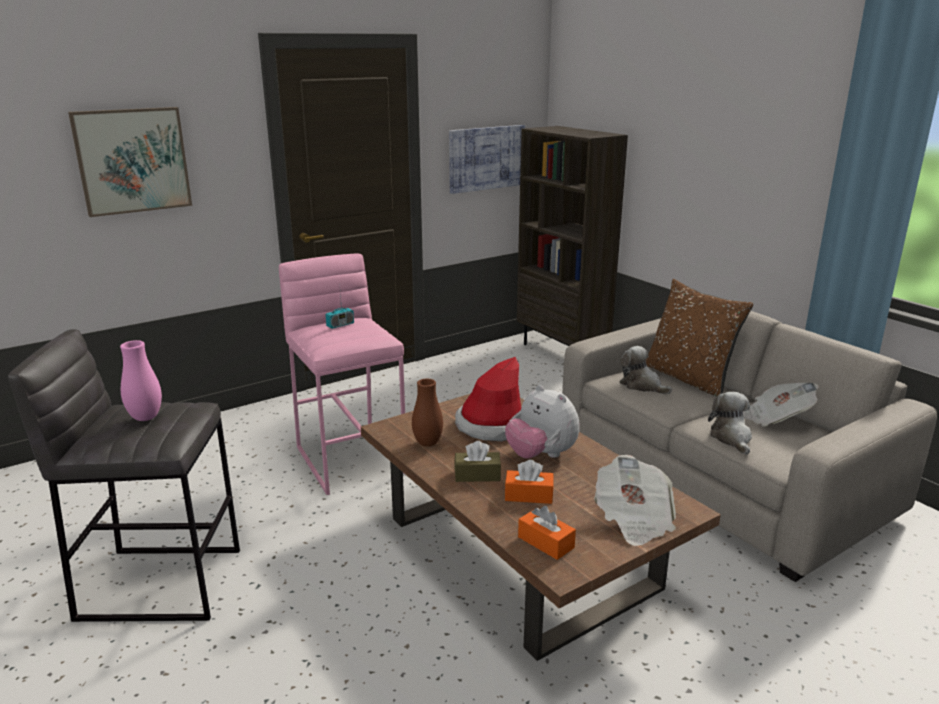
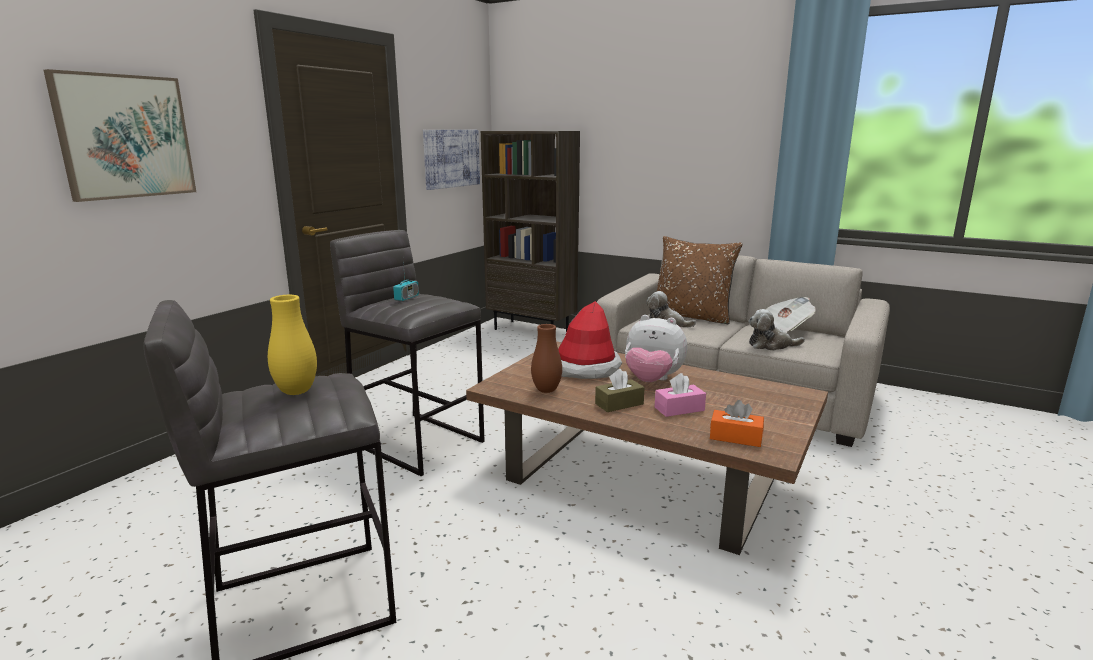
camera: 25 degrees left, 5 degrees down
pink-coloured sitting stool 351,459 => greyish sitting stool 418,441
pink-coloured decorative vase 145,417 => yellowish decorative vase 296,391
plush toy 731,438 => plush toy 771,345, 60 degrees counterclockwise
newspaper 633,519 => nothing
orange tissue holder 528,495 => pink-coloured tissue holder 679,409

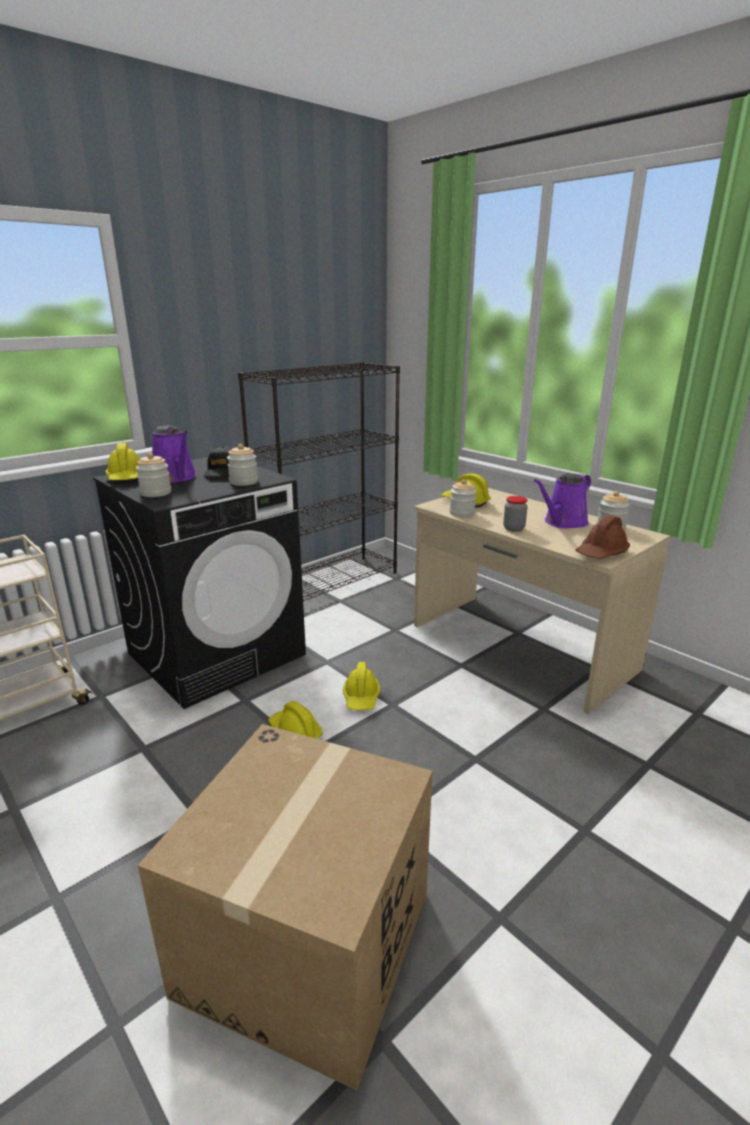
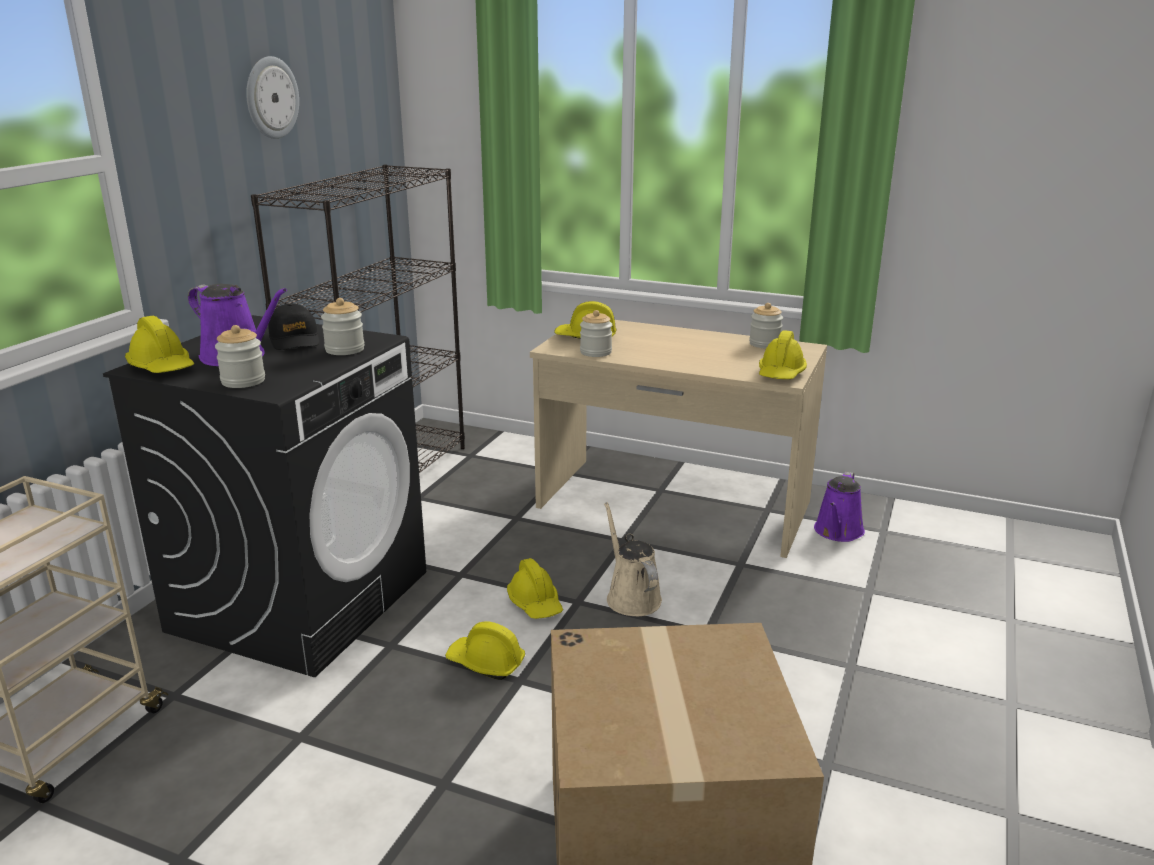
camera: 25 degrees left, 0 degrees up
purplish watering pot 563,523 => purplish watering pot 838,532, move
jar 513,528 => nothing
brownish hard hat 601,553 => yellowish hard hat 781,374
nothing => wall clock 271,98
nothing => sand-coloured watering pot 631,597

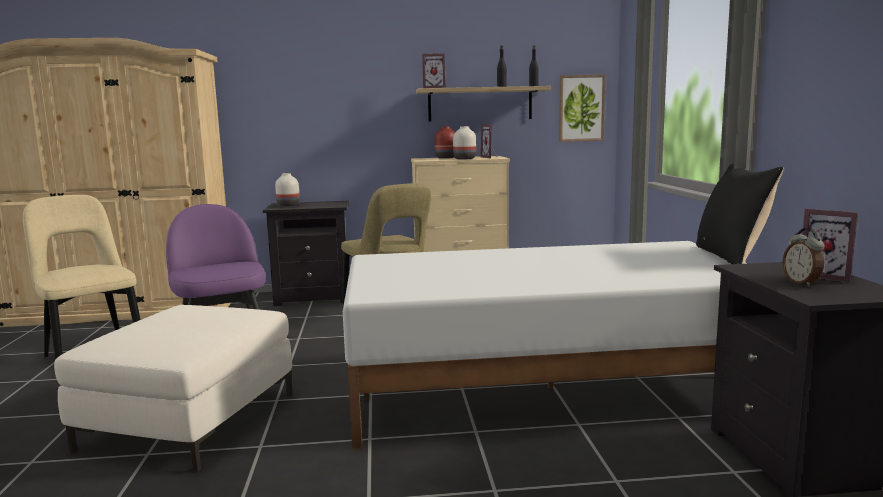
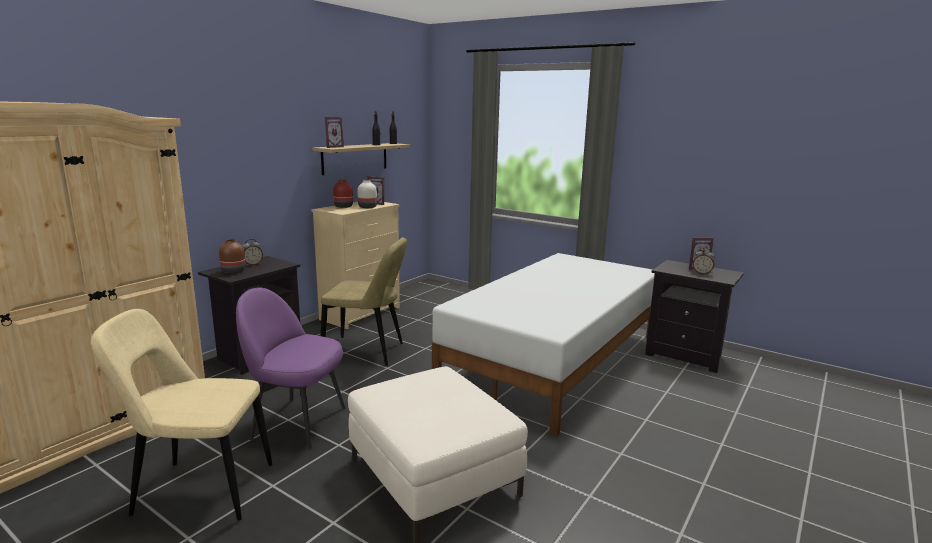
camera: 50 degrees left, 5 degrees up
picture 581,108 => nothing
black cushion 732,257 => nothing
white decorative vase 288,205 => brownish decorative vase 233,271
nothing => table clock 253,264

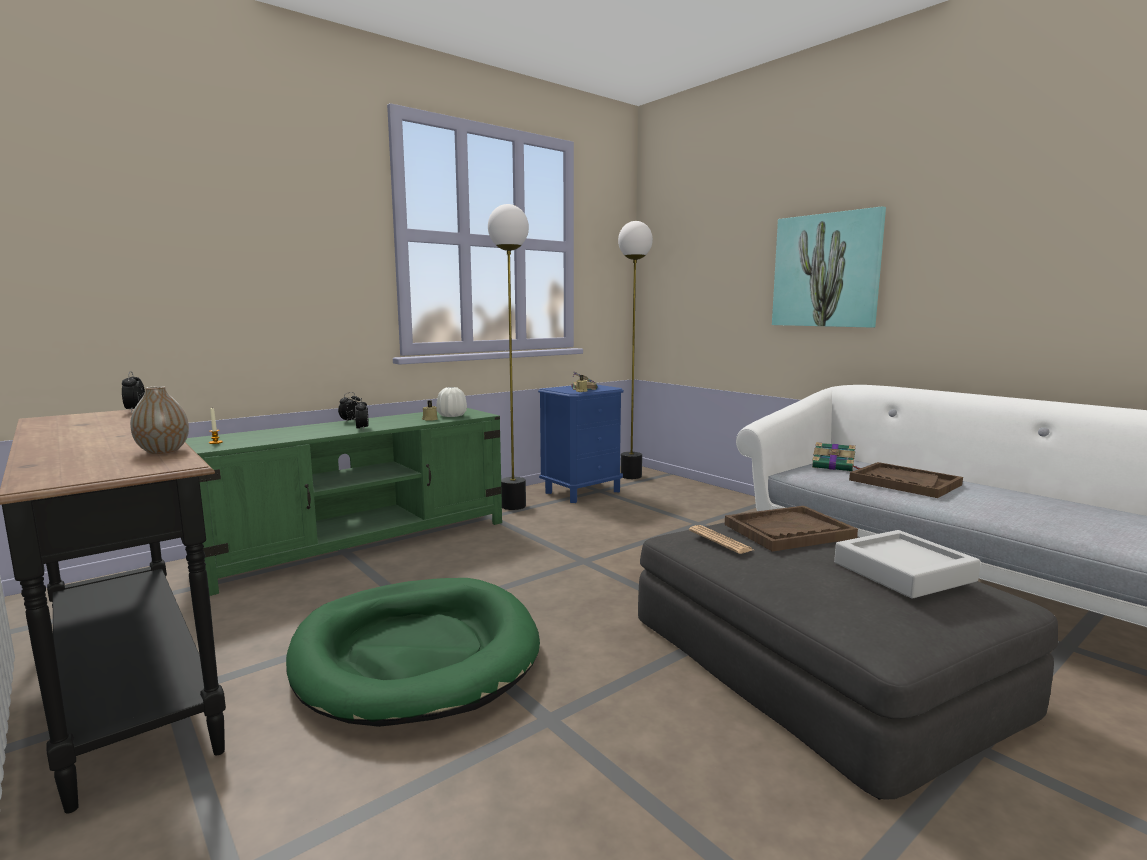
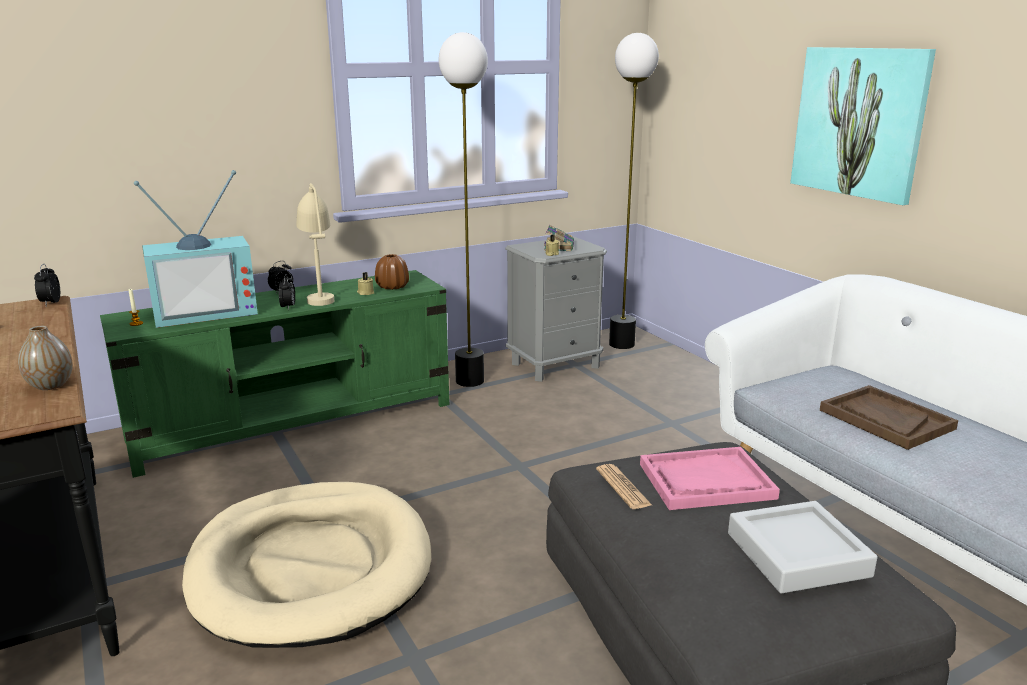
camera: 10 degrees right, 10 degrees up
bluish bedside table 582,492 => greyish bedside table 555,365
white decorative vase 451,416 => brownish decorative vase 392,287
volume 834,466 => nothing
brownish tray 788,531 => pink-coloured tray 706,481
green dog bed 416,654 => sand-coloured dog bed 311,568
nothing => TV set 206,312
nothing => sand-coloured lamp for a table 319,293

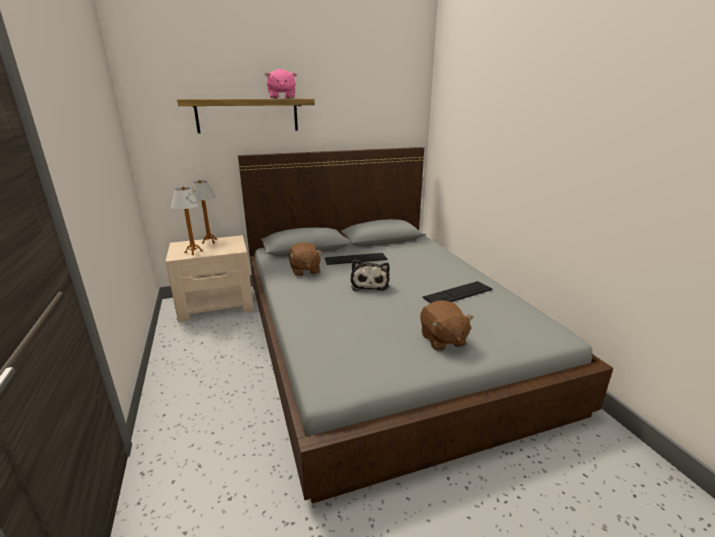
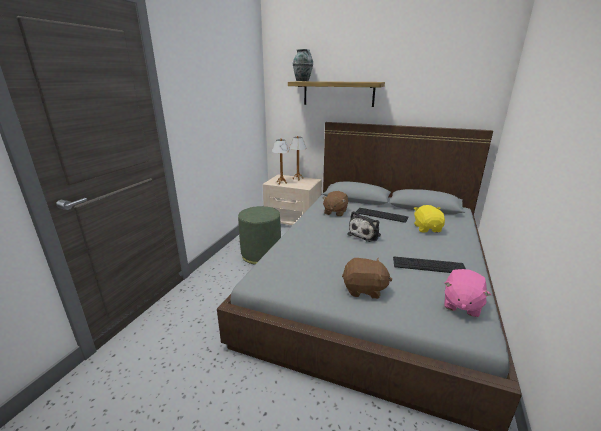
camera: 40 degrees right, 0 degrees up
pink-coloured plush toy 281,98 => pink-coloured plush toy 461,304, move
brownish plush toy 442,340 => brownish plush toy 364,289, 105 degrees counterclockwise
nothing => decorative vase 303,81
nothing => yellowish plush toy 427,228
nothing => green footrest 261,254

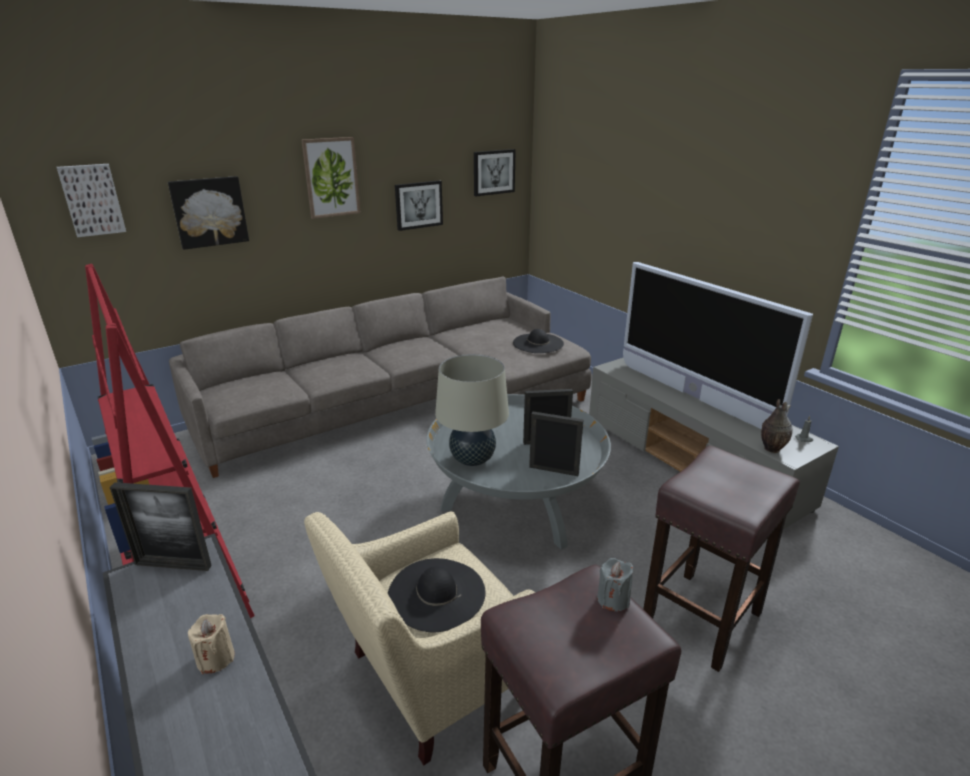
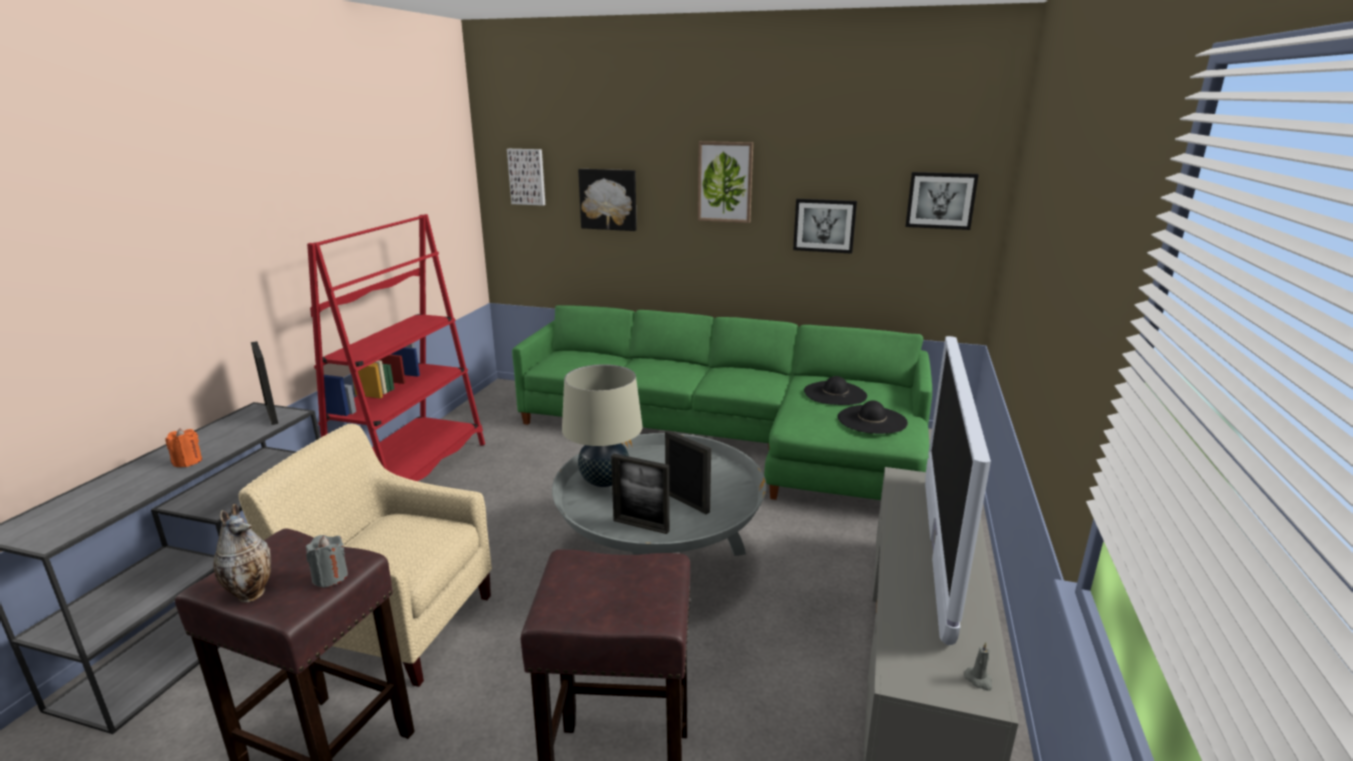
camera: 50 degrees right, 5 degrees down
greyish couch 408,403 => green couch 735,437
decorative vase 770,449 => decorative vase 252,592, move
picture frame 554,470 => picture frame 641,526, 135 degrees clockwise
black wearable hat 436,593 => black wearable hat 835,393, move
sand-coloured wax light 215,658 => orange wax light 187,462

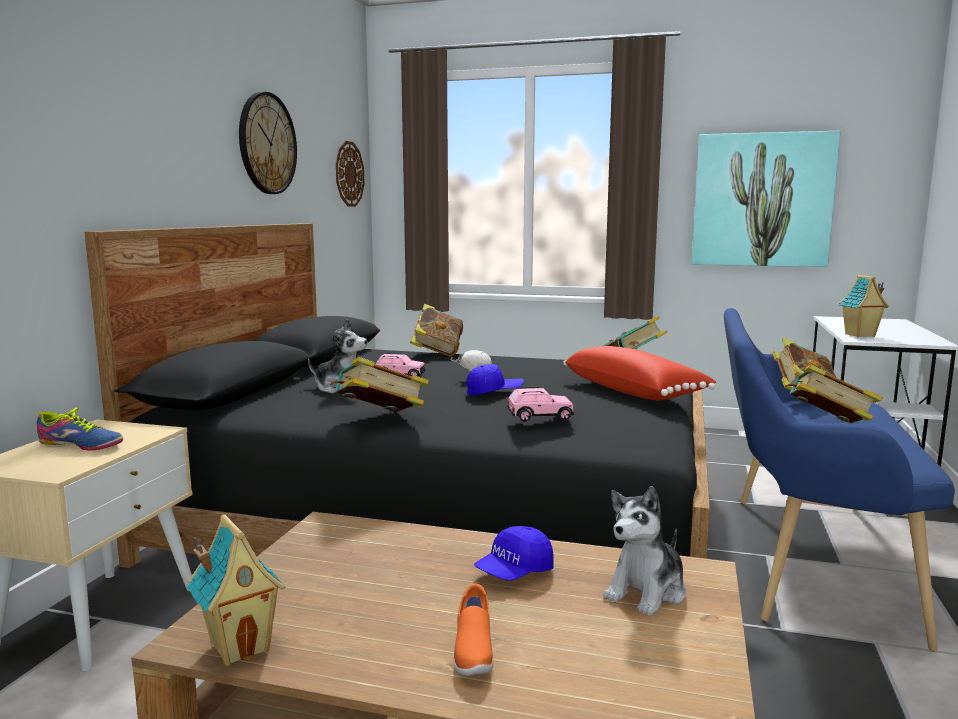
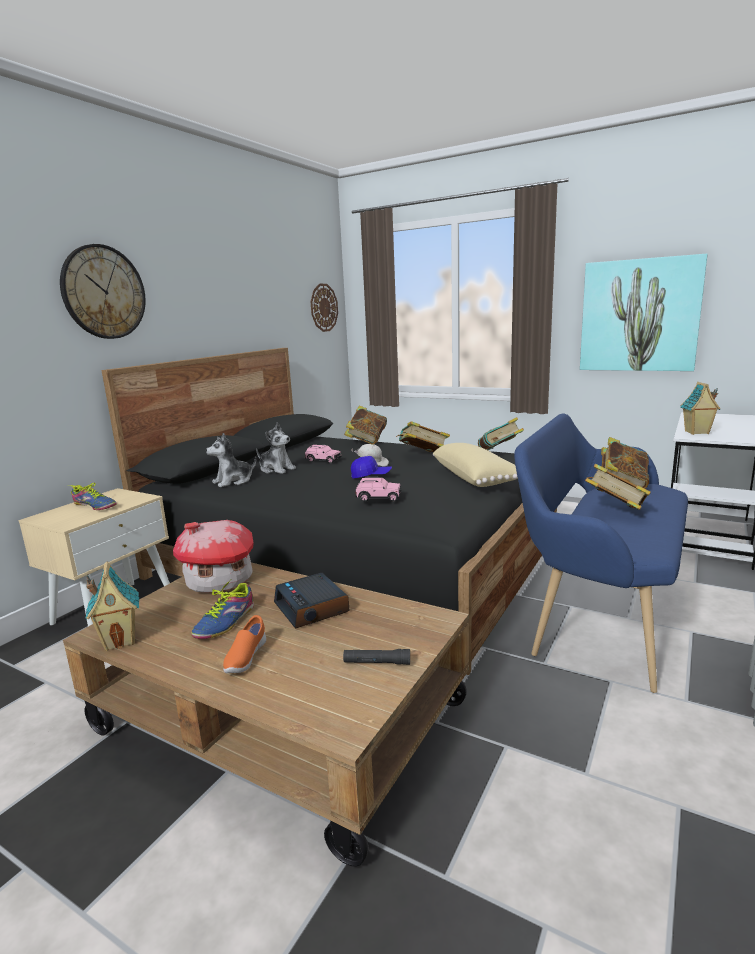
camera: 15 degrees right, 5 degrees up
wall clock 267,143 => wall clock 103,292, move
red cushion 634,392 => sand-coloured cushion 476,478
volume 379,419 => volume 422,456, move
plush toy 647,592 => plush toy 233,481, move
bluish cap 514,572 => table clock 312,608
nothing => model house 219,581
nothing => low shoe 226,622
nothing => black flashlight 376,662

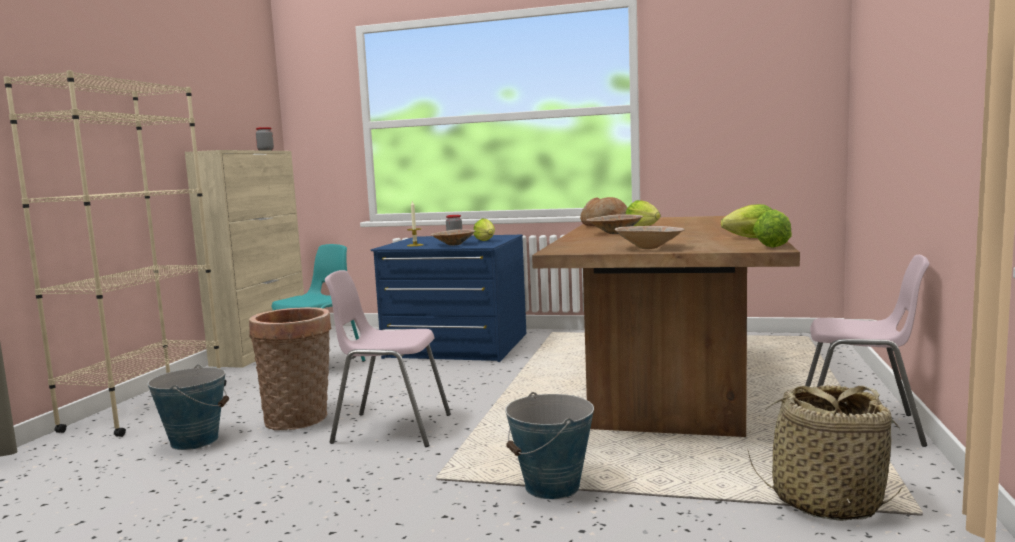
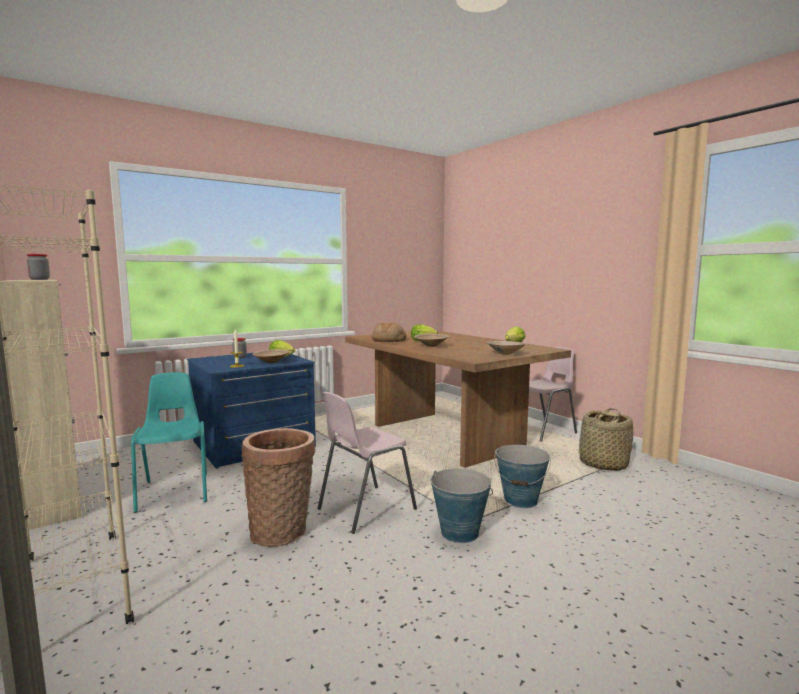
camera: 50 degrees left, 0 degrees up
lettuce head 773,246 => nothing
water bucket 195,441 => water bucket 459,532, move

